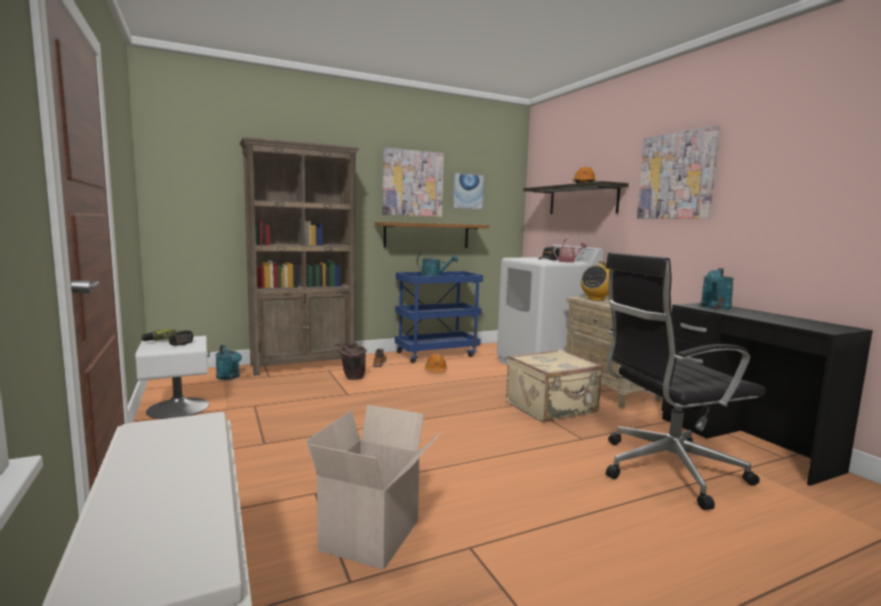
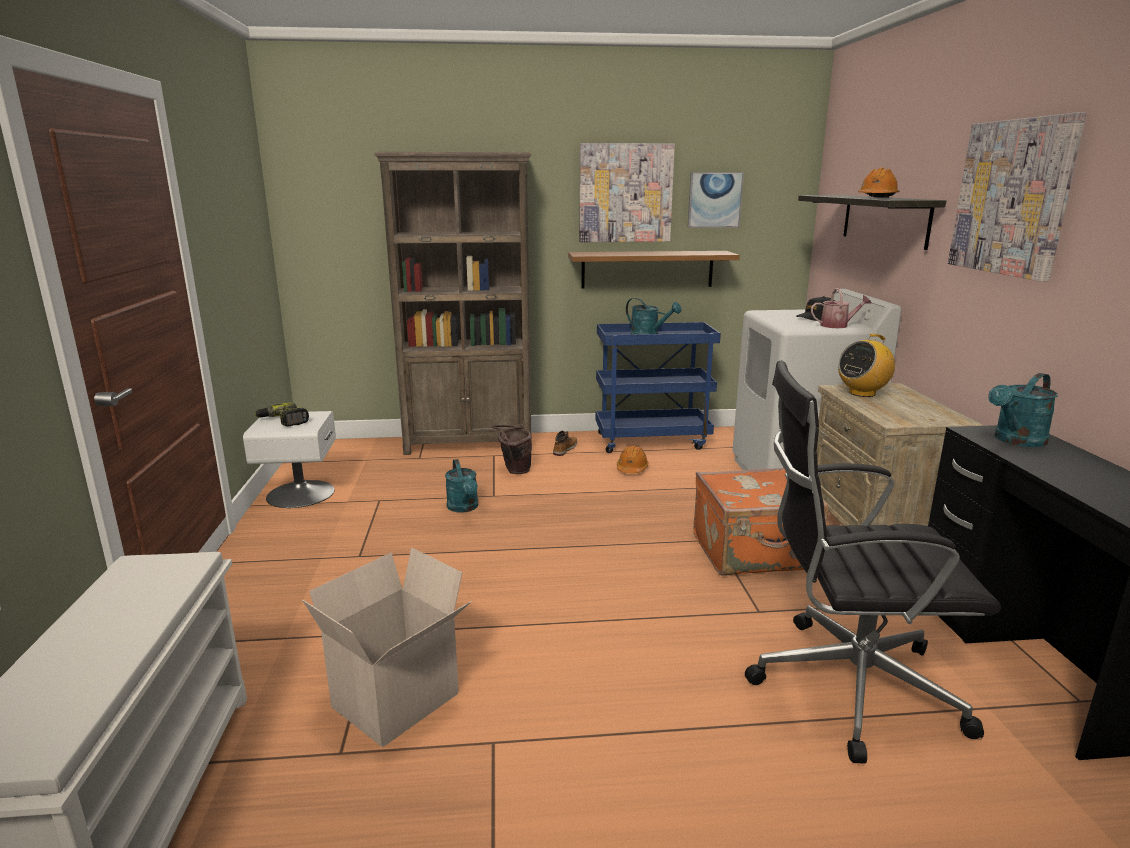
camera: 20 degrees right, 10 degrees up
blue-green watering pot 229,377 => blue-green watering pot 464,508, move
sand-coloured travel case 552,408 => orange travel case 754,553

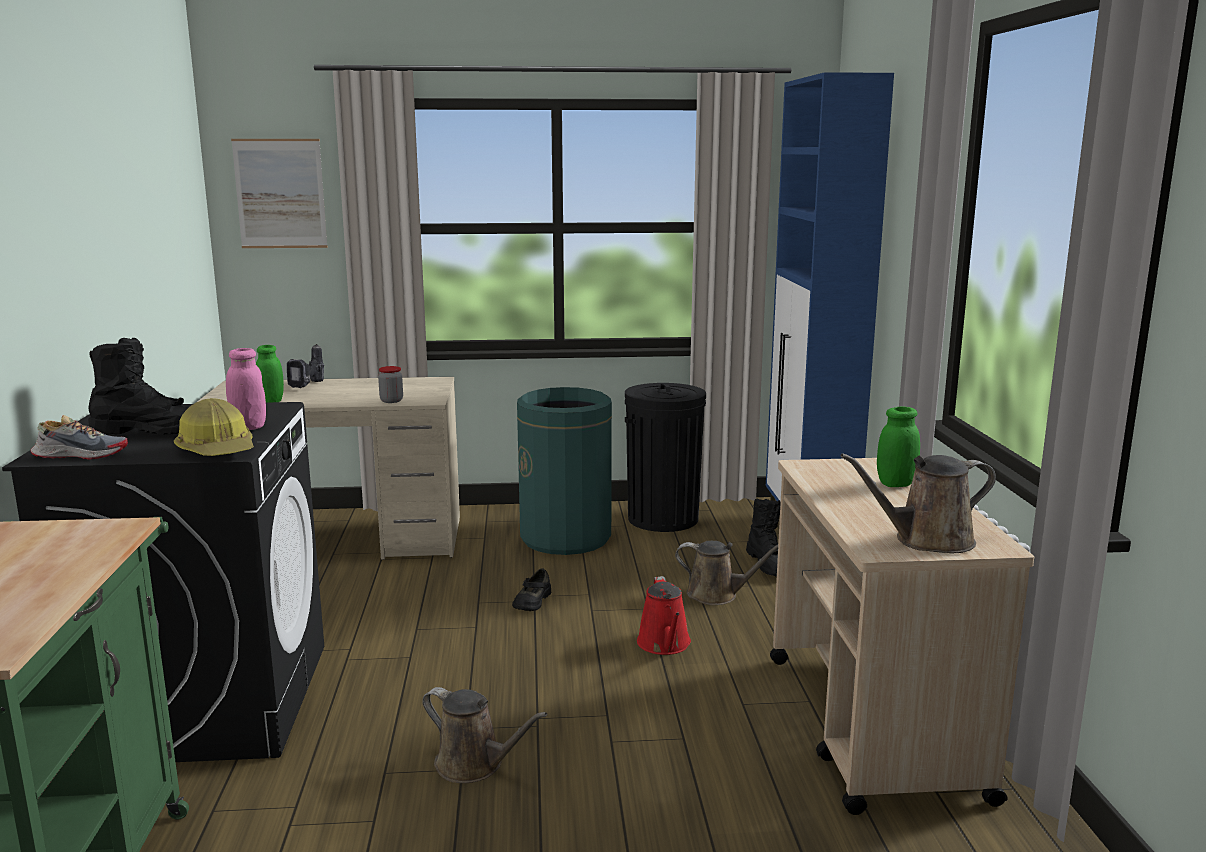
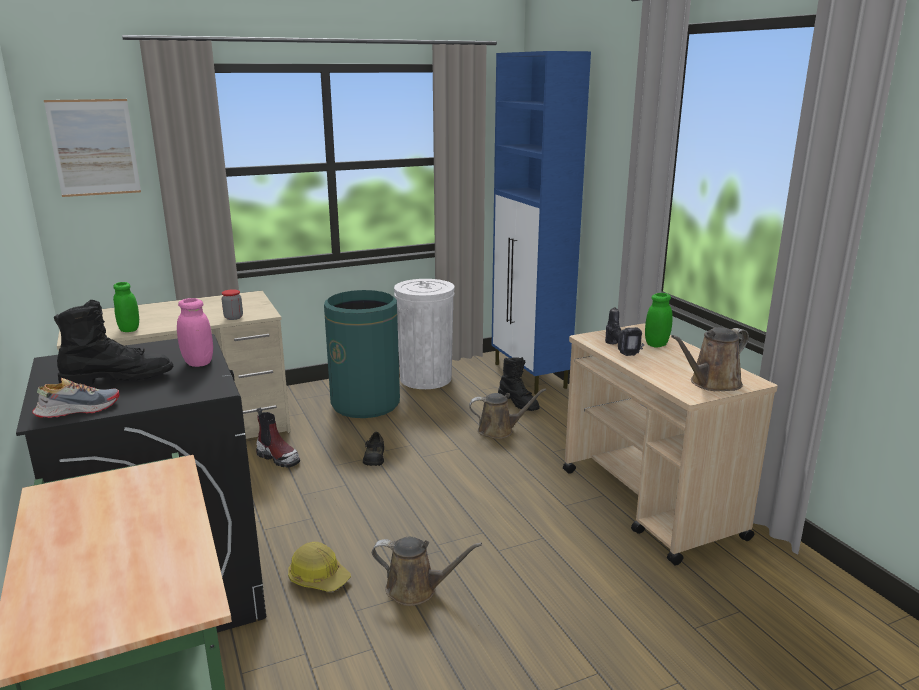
camera: 20 degrees left, 5 degrees up
drill 309,386 => drill 622,350, move
black waste bin 663,518 => white waste bin 425,378
hard hat 218,450 => hard hat 318,577, move
red watering pot 665,645 => nothing
nothing => high-top boot 278,457

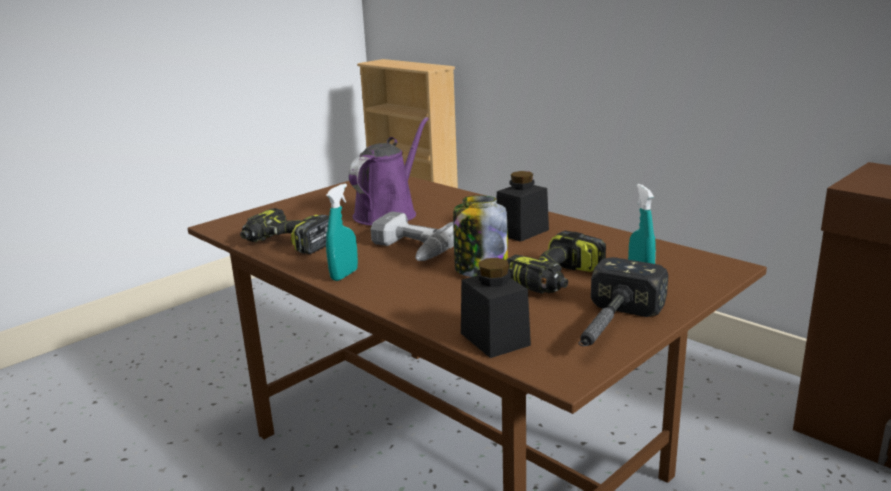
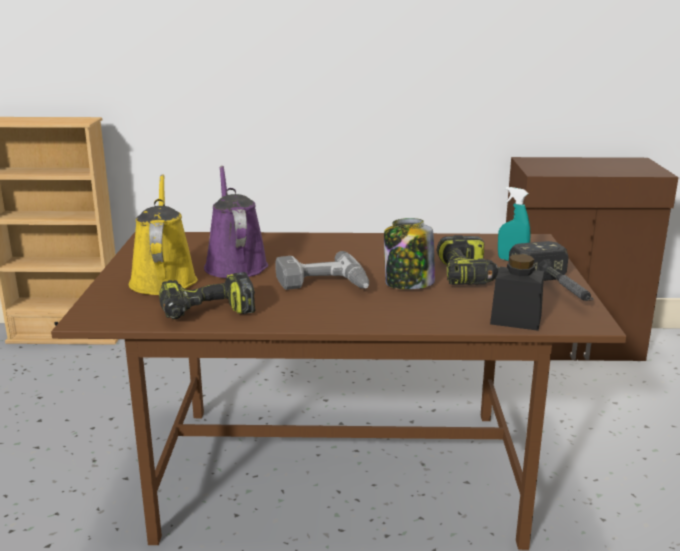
camera: 45 degrees left, 0 degrees up
black jar 522,231 => nothing
blue-green sprayer 344,275 => nothing
nothing => yellowish watering pot 163,279

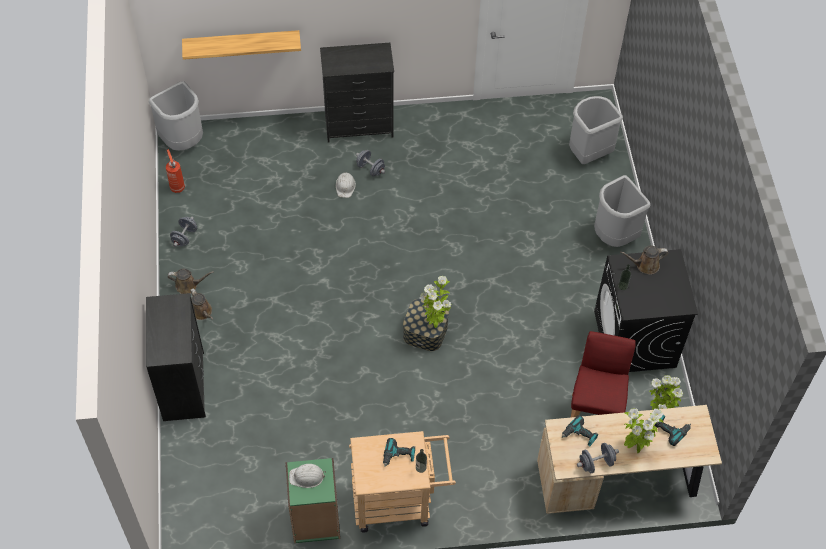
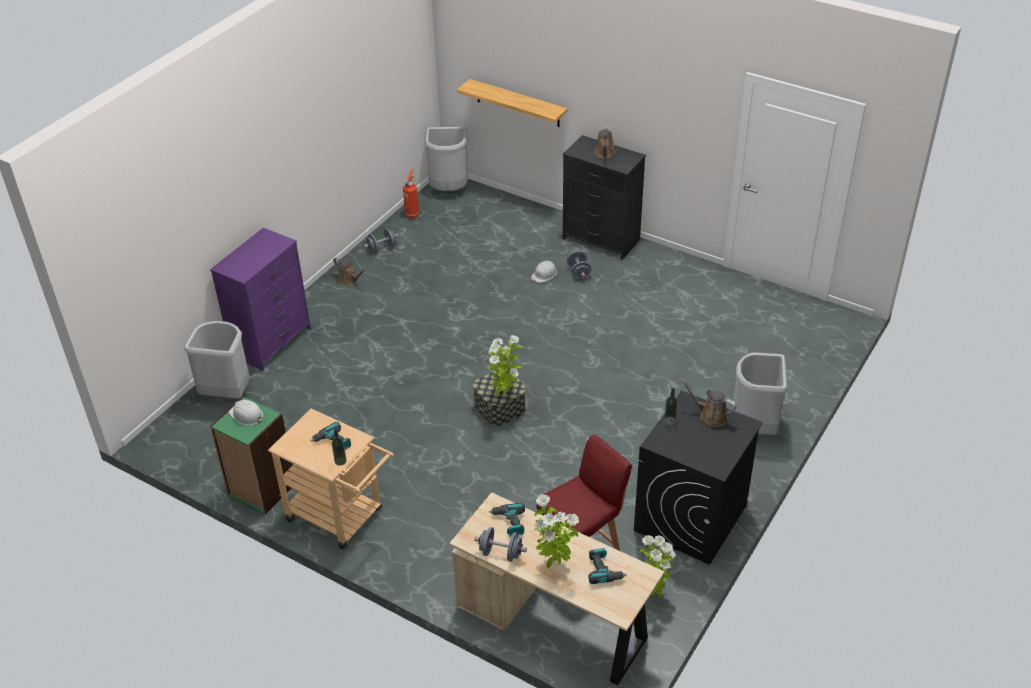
camera: 40 degrees right, 15 degrees down
greyish waste bin 588,154 => greyish waste bin 227,393, move
brownish watering pot 202,312 => brownish watering pot 604,154, move
black chest of drawers 184,386 => purplish chest of drawers 272,342

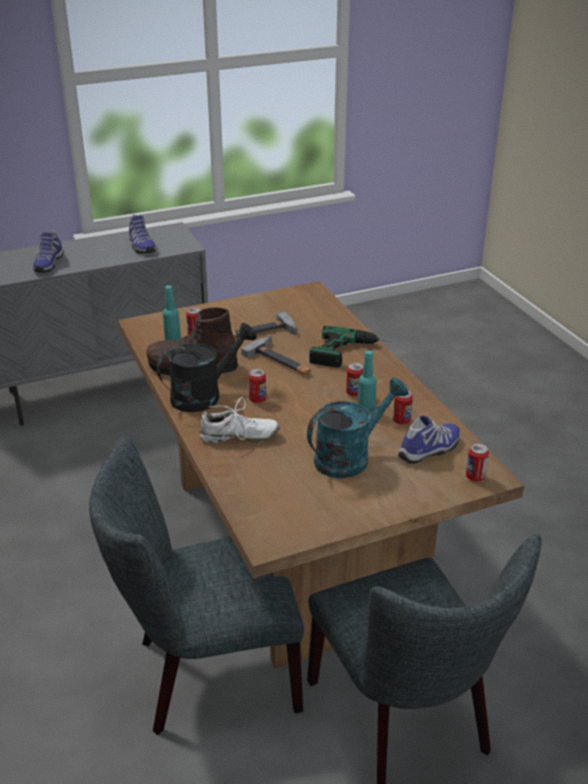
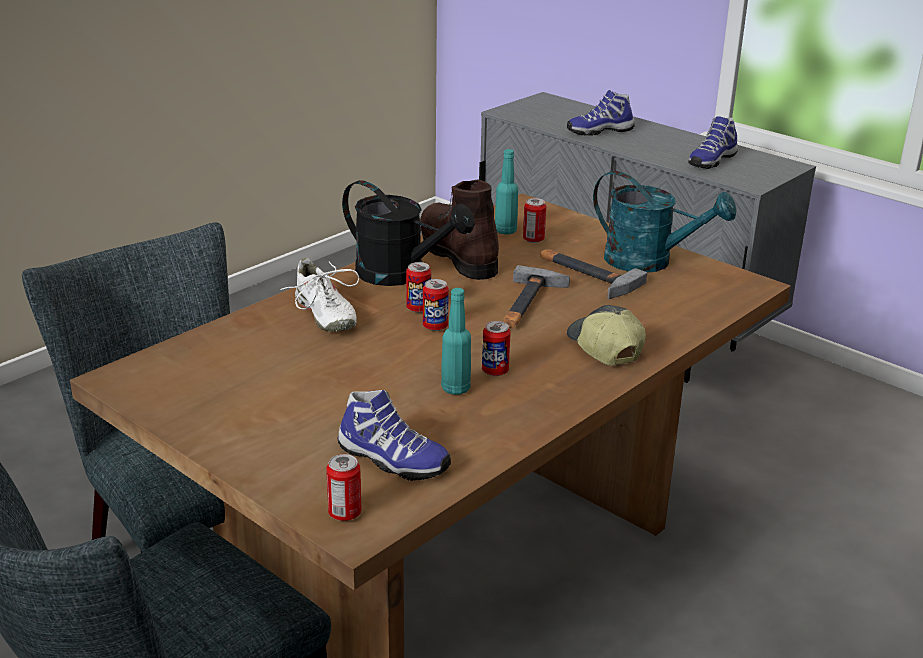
camera: 65 degrees right, 5 degrees down
drill 350,353 => cap 603,348
blue-green watering pot 350,457 => blue-green watering pot 649,262, move
metal can 401,421 => metal can 435,326, move

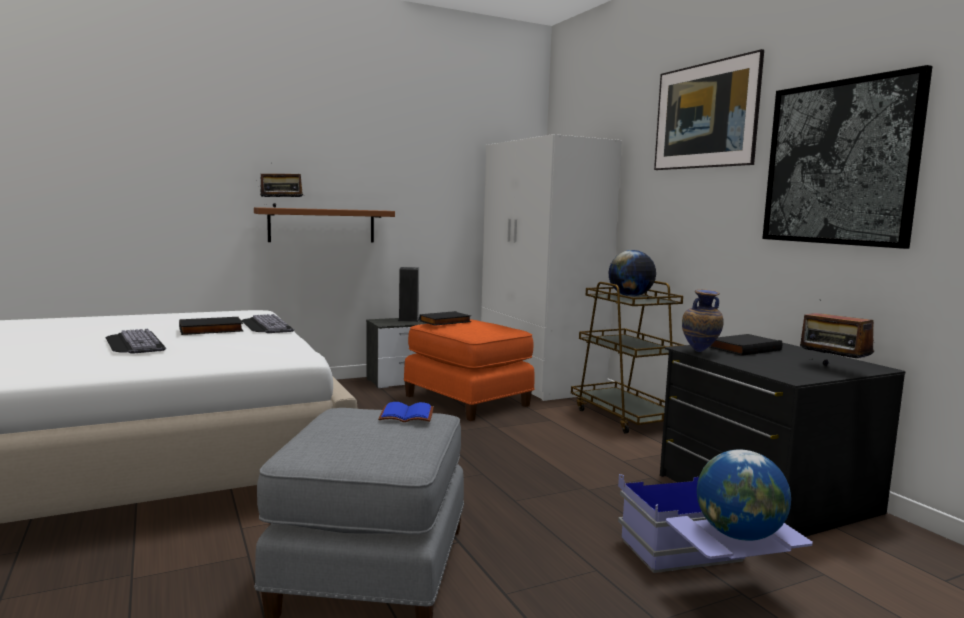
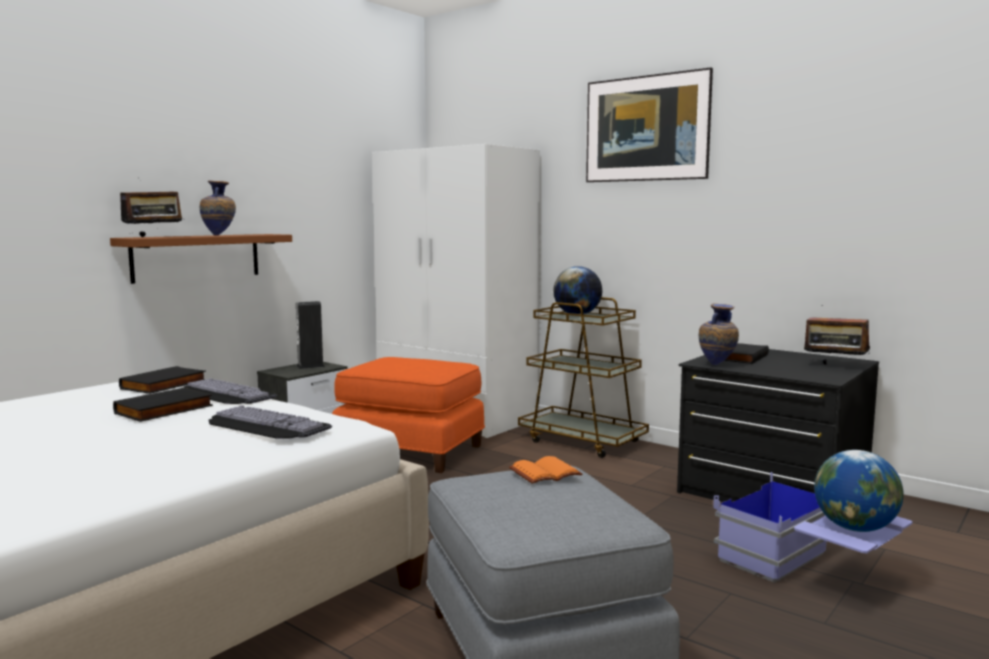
camera: 25 degrees left, 0 degrees up
picture 839,163 => nothing
black volume 445,322 => black volume 164,385, move
computer keyboard 133,343 => computer keyboard 263,425, move
bluish volume 407,415 => orange volume 545,472
nothing => decorative vase 219,235

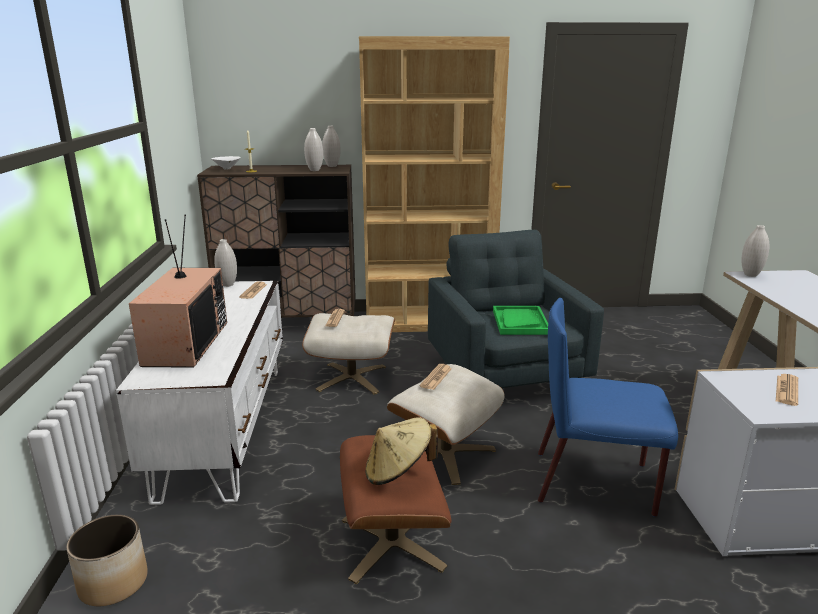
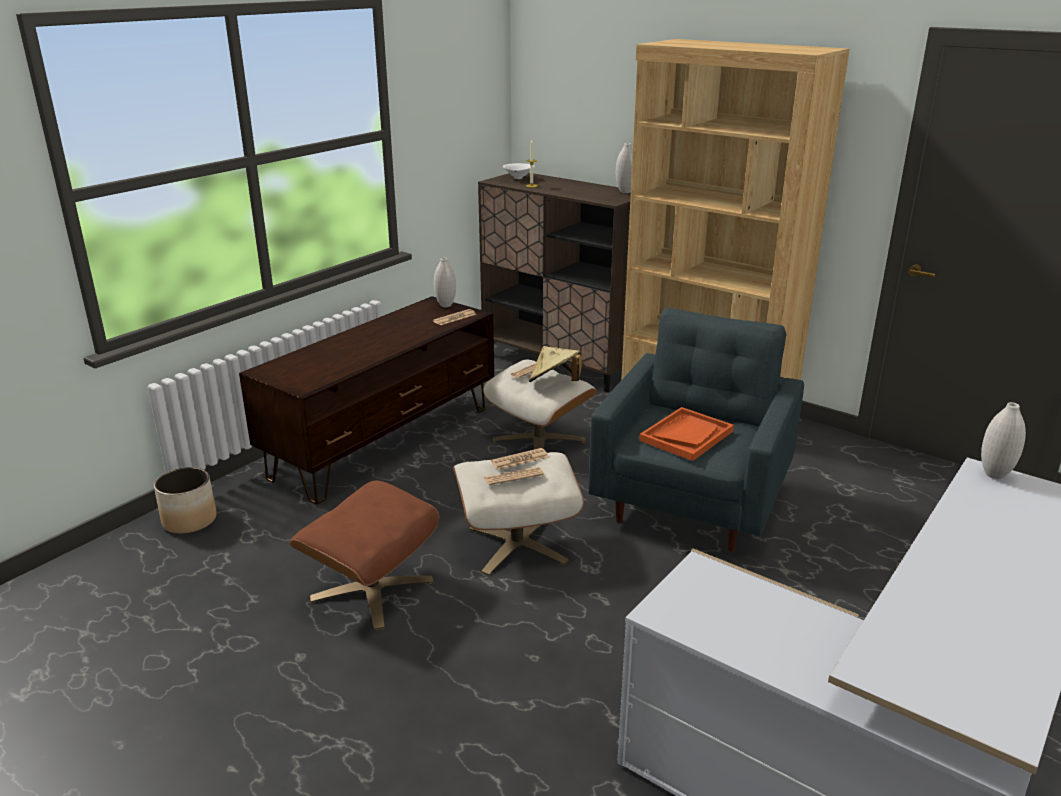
camera: 40 degrees right, 5 degrees up
white decorative vase 314,170 => nothing
TV set 184,343 => nothing
white tv unit 226,426 => brownish tv unit 385,442
bluish plain chair 596,483 => nothing
green tray 520,322 => orange tray 686,436
newspaper 787,390 => newspaper 513,477, move
sand-coloured wearable hat 398,471 => sand-coloured wearable hat 554,383, move

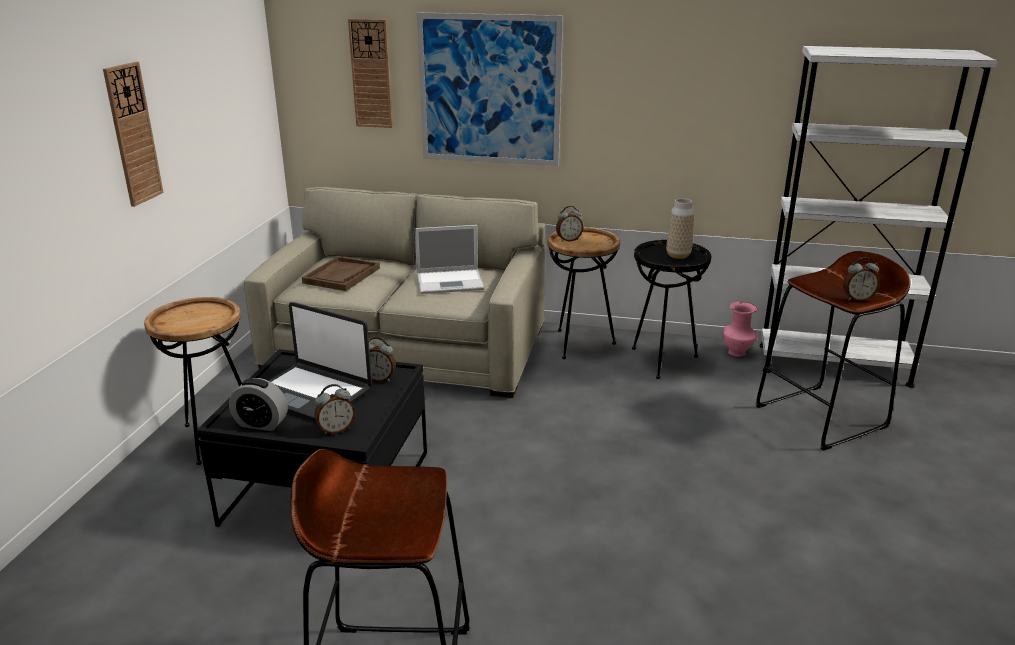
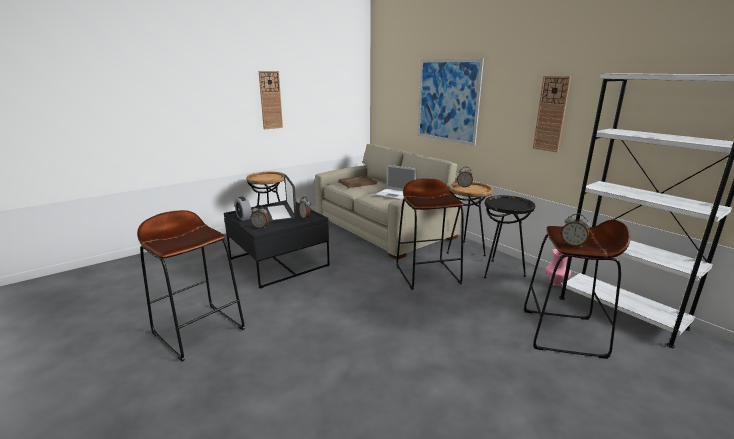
camera: 40 degrees right, 5 degrees down
wall clock 371,74 => wall clock 551,114, move
decorative vase 678,255 => nothing
nothing => brownish sitting stool 427,274

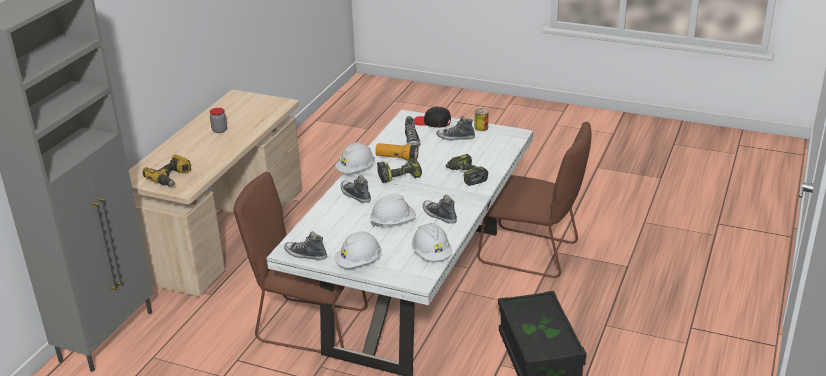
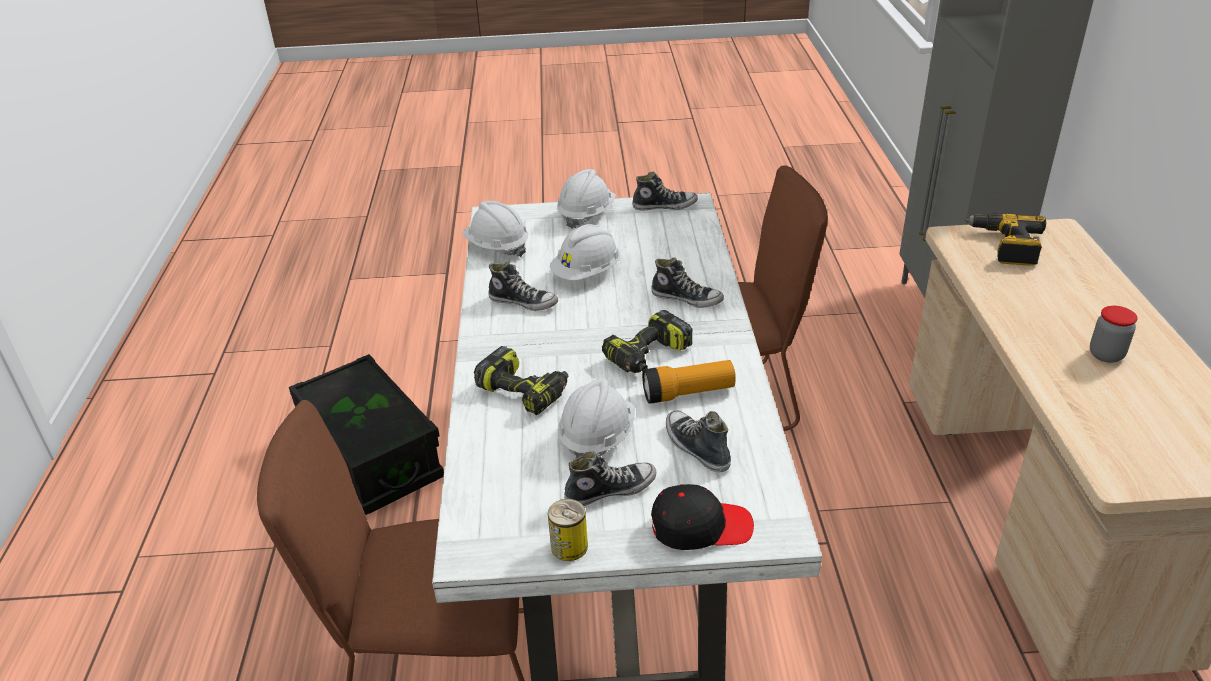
camera: 155 degrees right, 5 degrees up
white hard hat 356,170 => white hard hat 597,437, move

